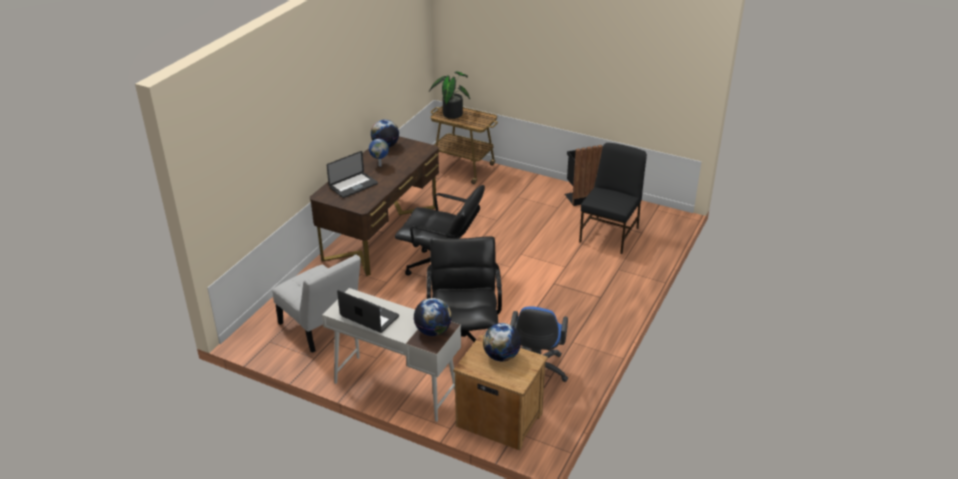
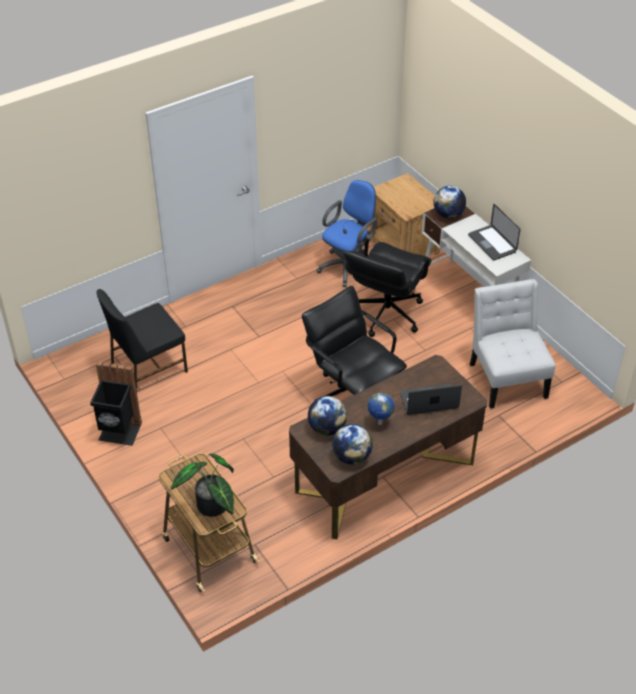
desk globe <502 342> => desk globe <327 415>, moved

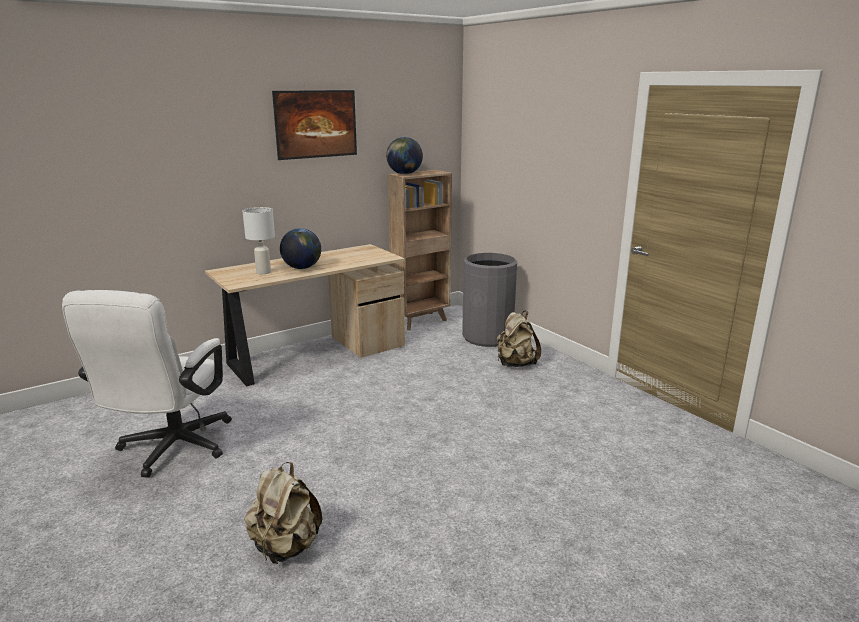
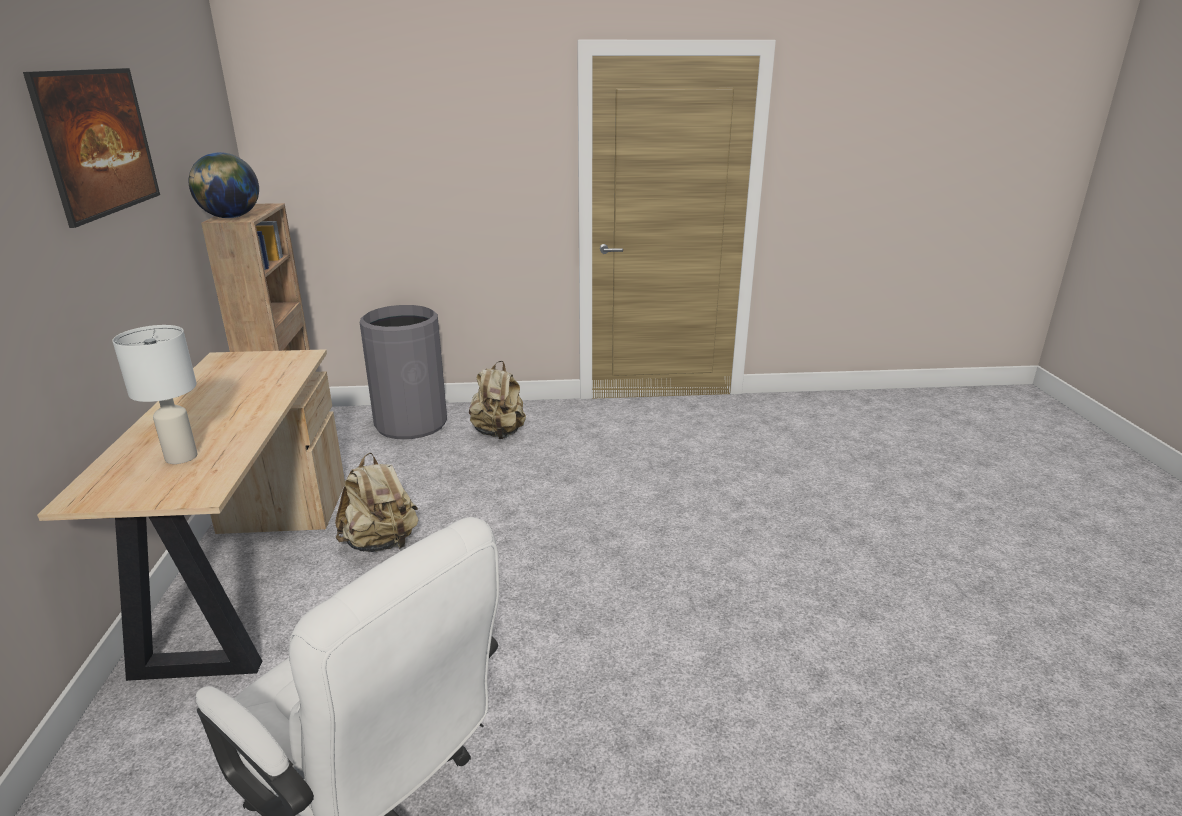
desk globe <300 248> => nothing
beige rucksack <283 513> => beige rucksack <376 502>, moved

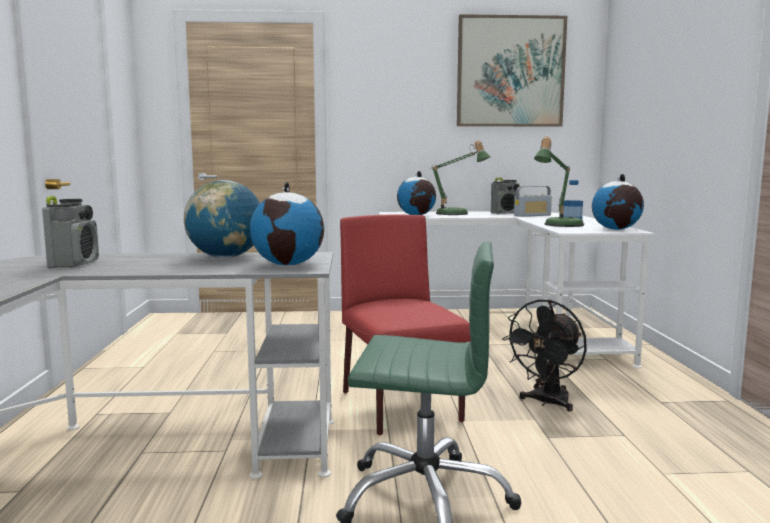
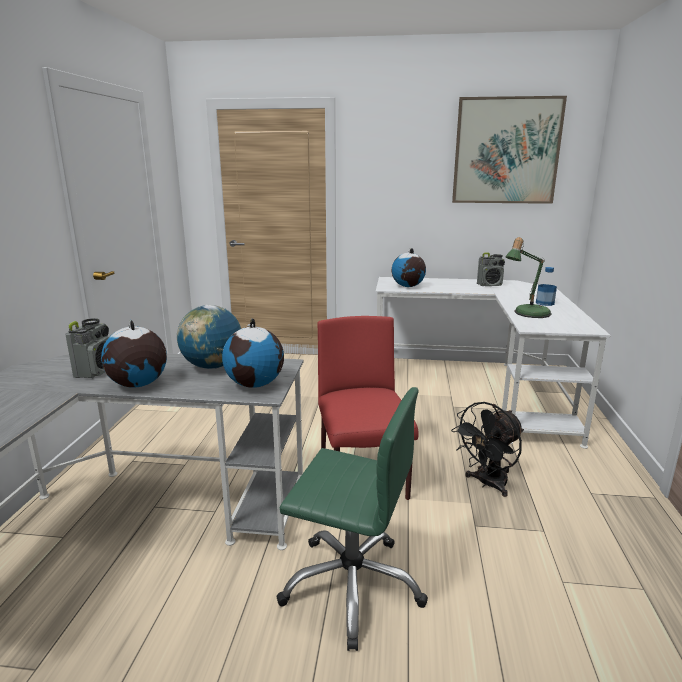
tabletop lamp <460 178> => nothing
desk globe <618 202> => desk globe <134 354>, moved
radio set <533 201> => nothing

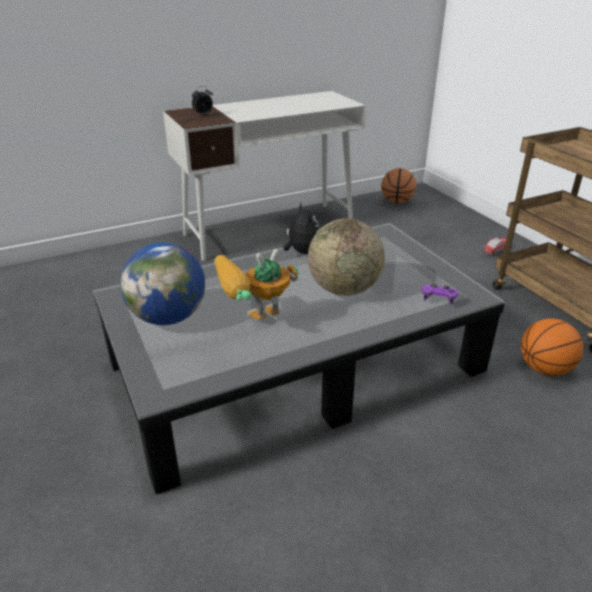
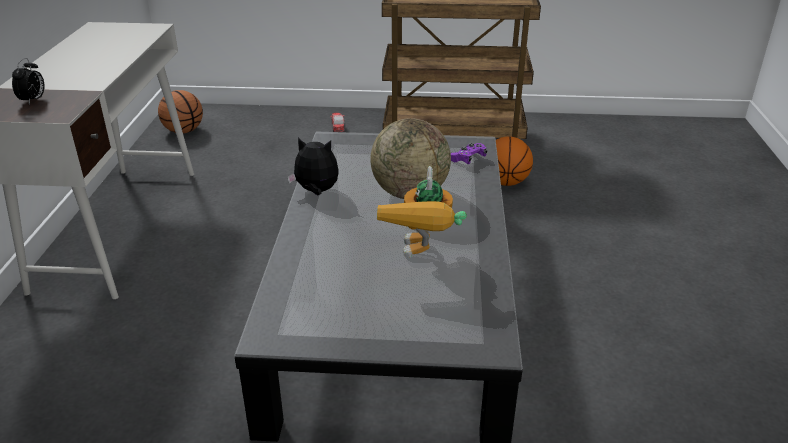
desk globe <162 284> => nothing

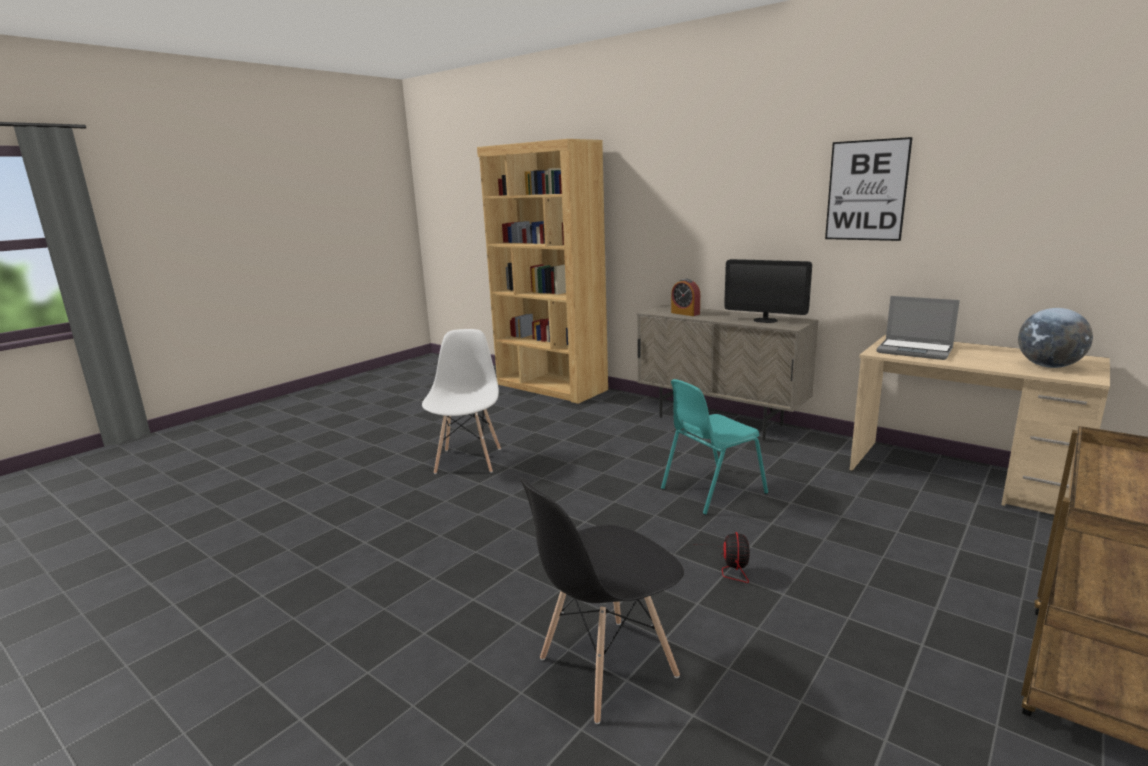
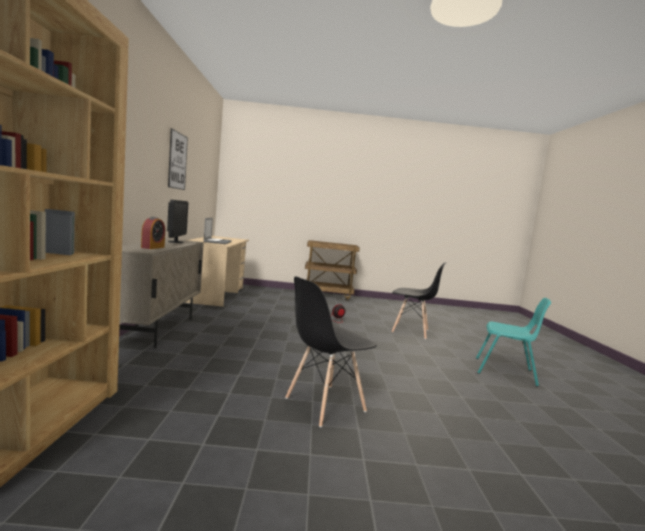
desk globe <1055 338> => nothing
white-coloured plain chair <461 401> => black-coloured plain chair <331 352>
turquoise plain chair <714 447> => turquoise plain chair <513 342>, moved

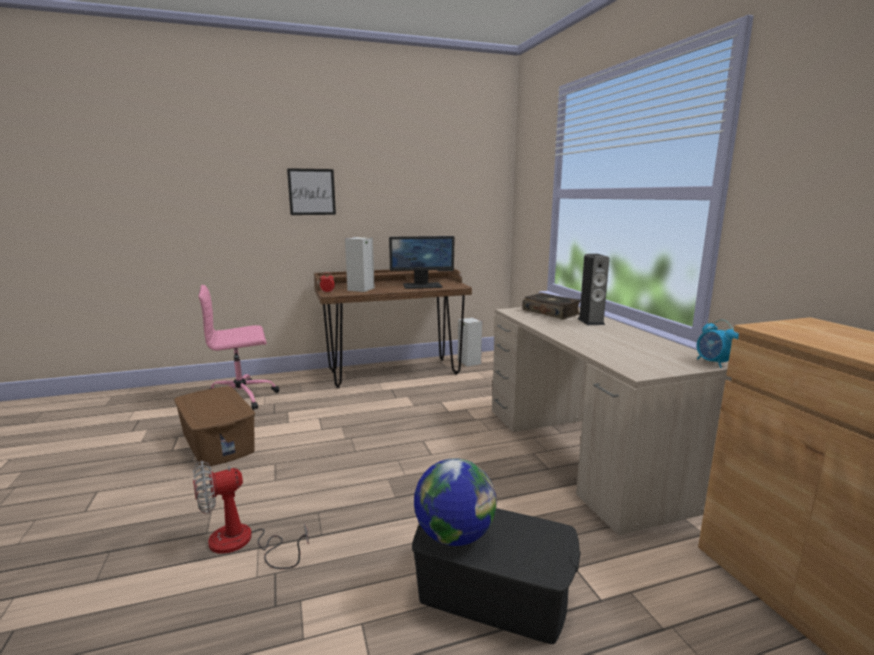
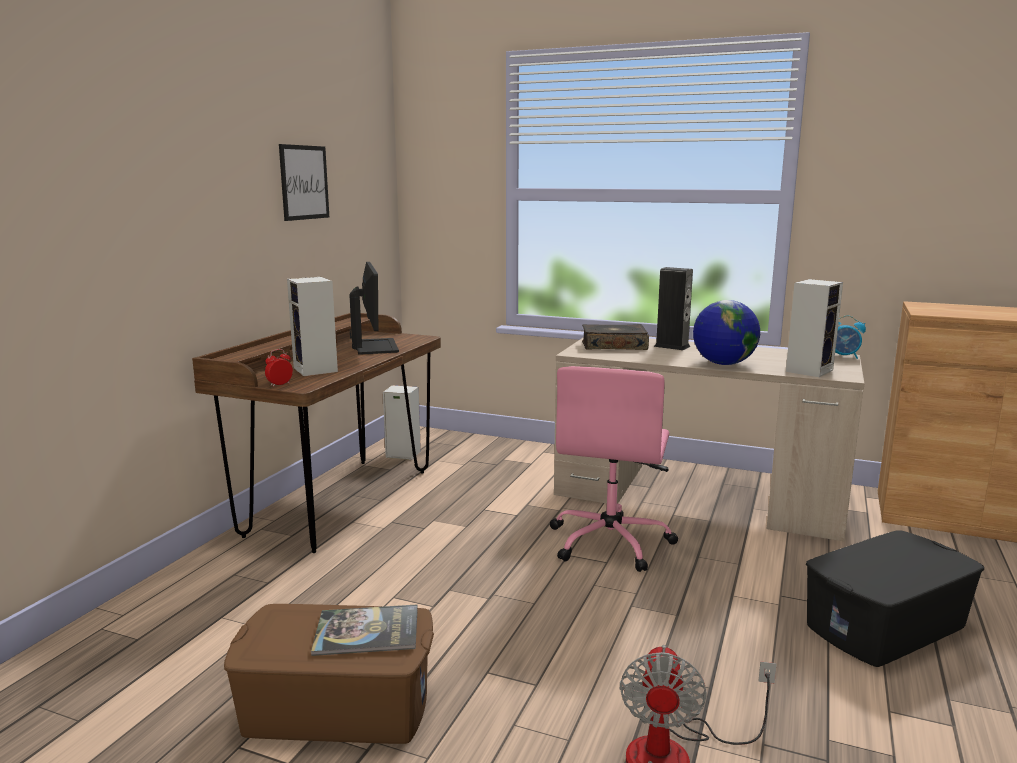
picture <311 191> => picture <304 182>, moved
monitor <422 262> => monitor <374 308>, 45 degrees counterclockwise
pinkish computer chair <238 347> => pinkish computer chair <614 469>, moved
desk globe <455 502> => desk globe <726 332>, moved
nothing => loudspeaker <814 328>
nothing => bound book <364 630>

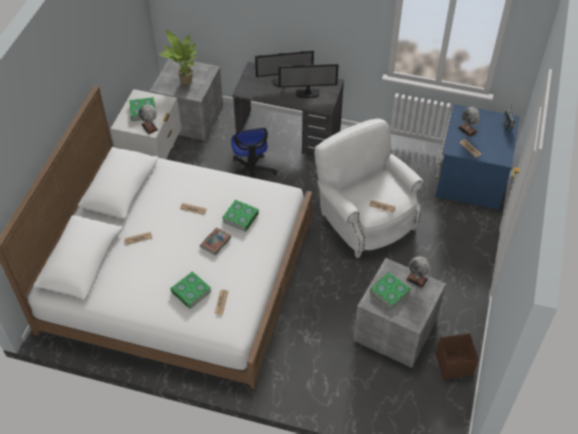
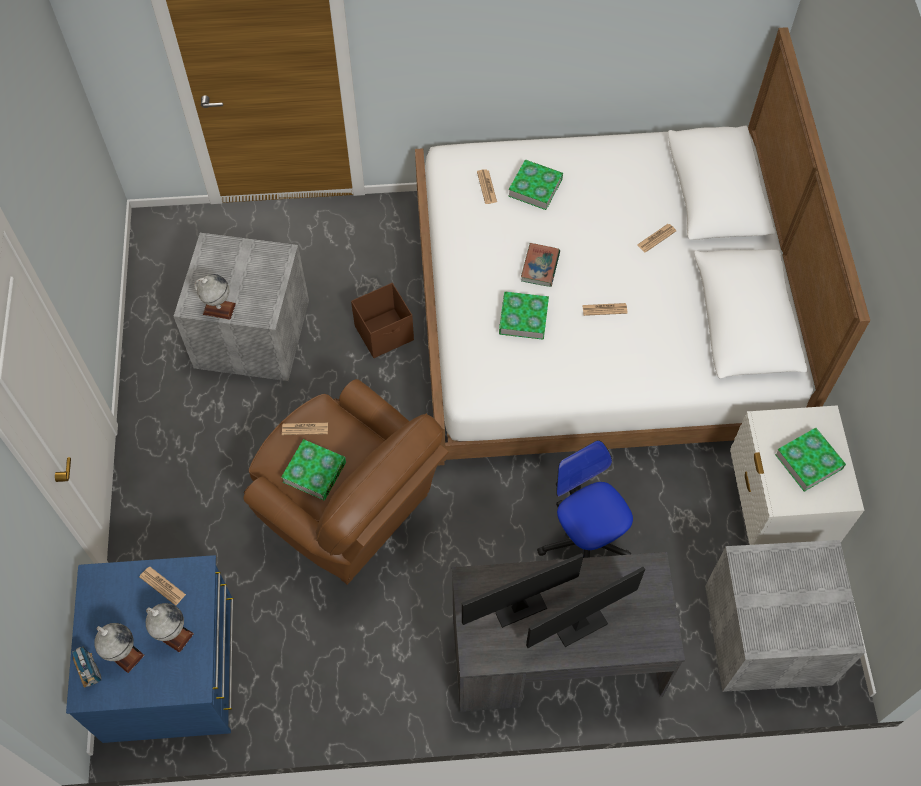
potted plant <178 57> => nothing
desk globe <148 119> => desk globe <119 648>, moved
white-coloured lounge chair <369 188> => brownish lounge chair <346 482>
bound book <390 290> => bound book <313 469>, moved
brownish storage container <457 356> => brownish storage container <382 320>, moved

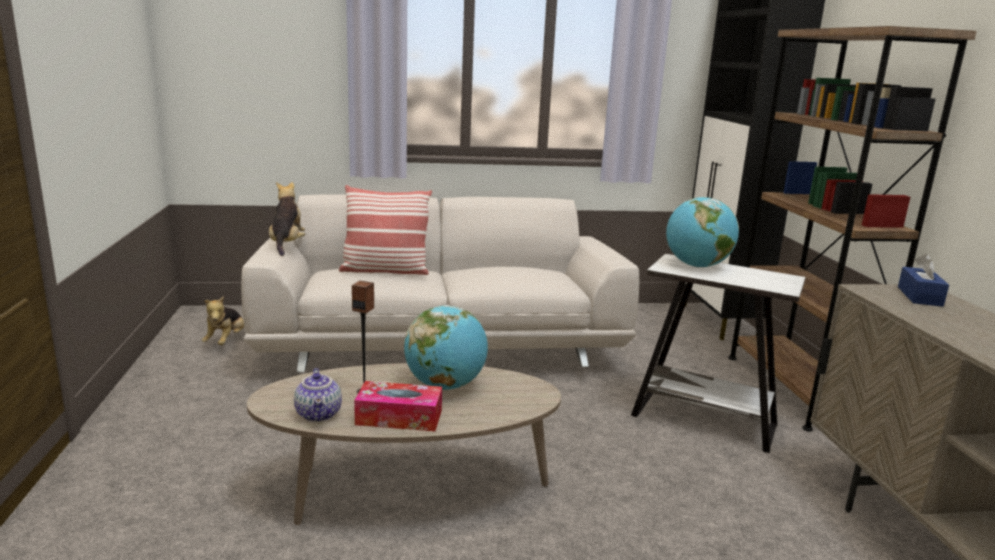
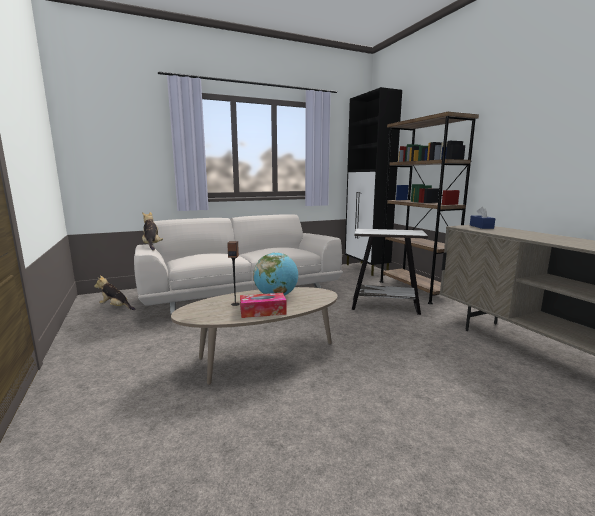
cushion <385 230> => nothing
desk globe <702 232> => nothing
soft toy <223 320> => soft toy <114 292>, 120 degrees clockwise
tea pot <318 395> => nothing

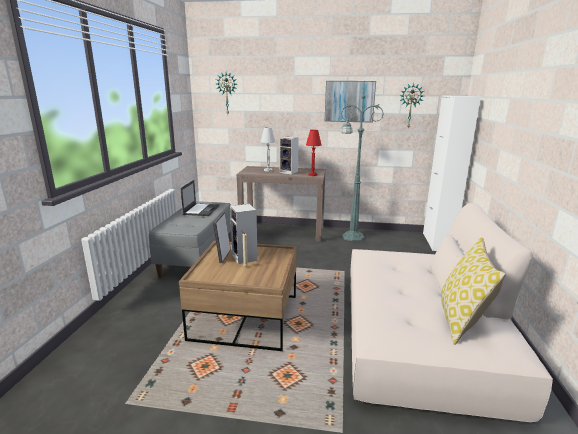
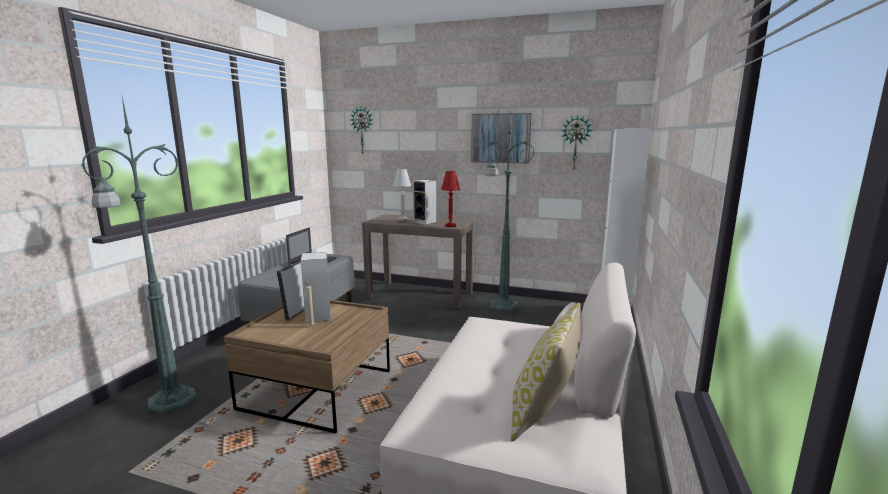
nothing => greenish floor lamp <139 255>

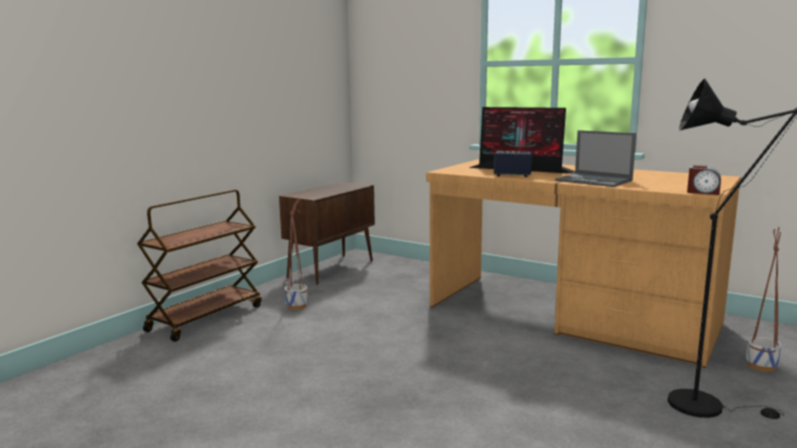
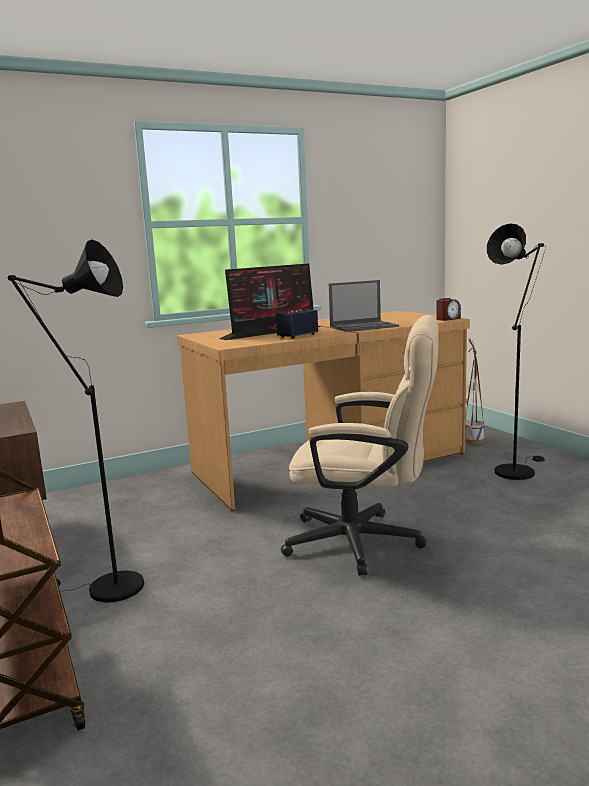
planter <296 254> => black-coloured floor lamp <75 421>
nothing => beige computer chair <360 445>

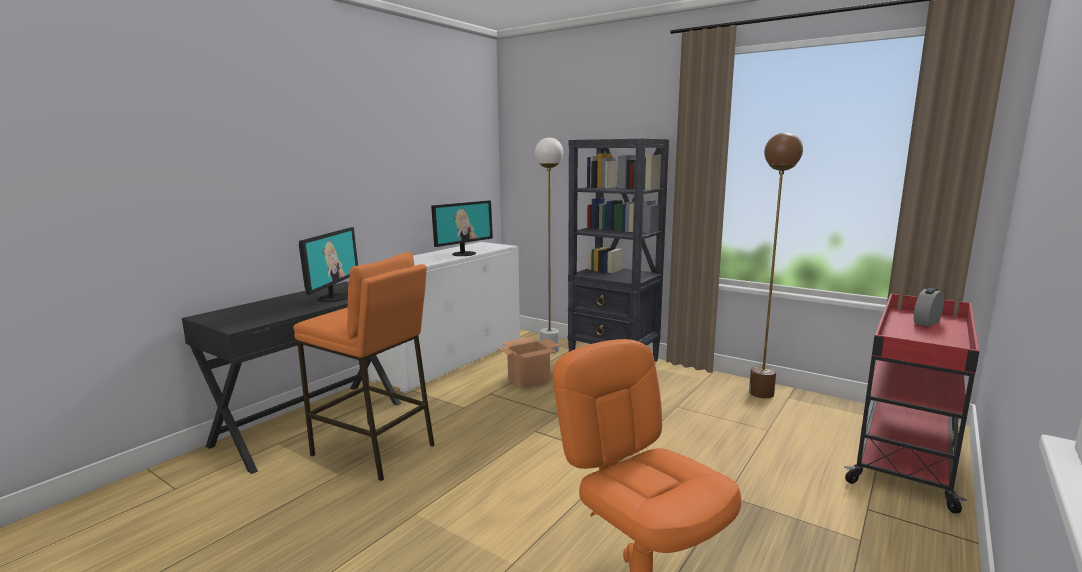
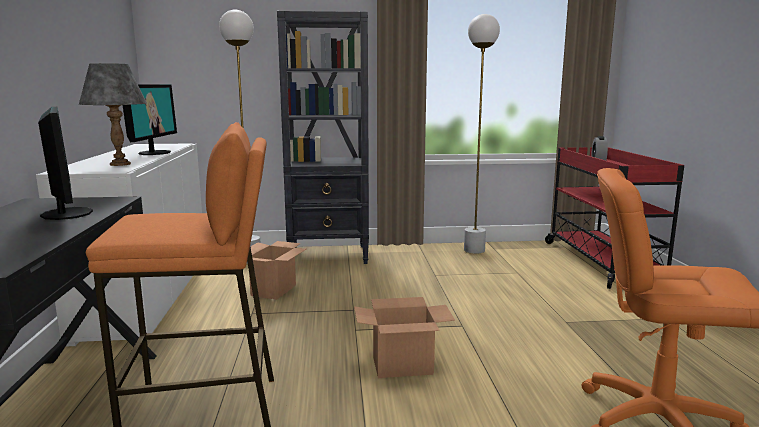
brownish floor lamp <776 265> => white-coloured floor lamp <482 134>
nothing => gray tabletop lamp <113 114>
nothing => packing box <404 337>

